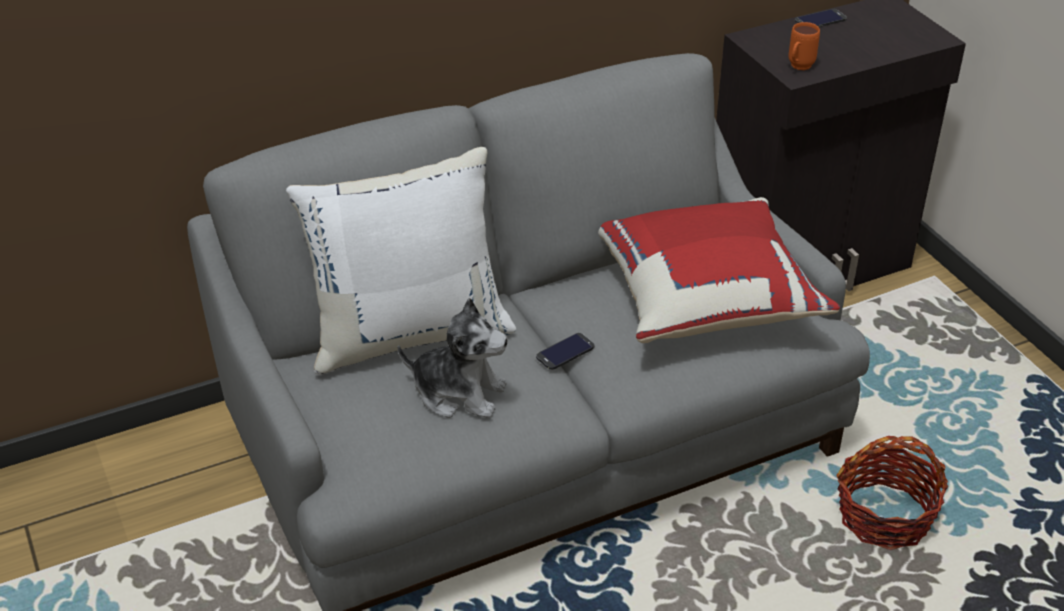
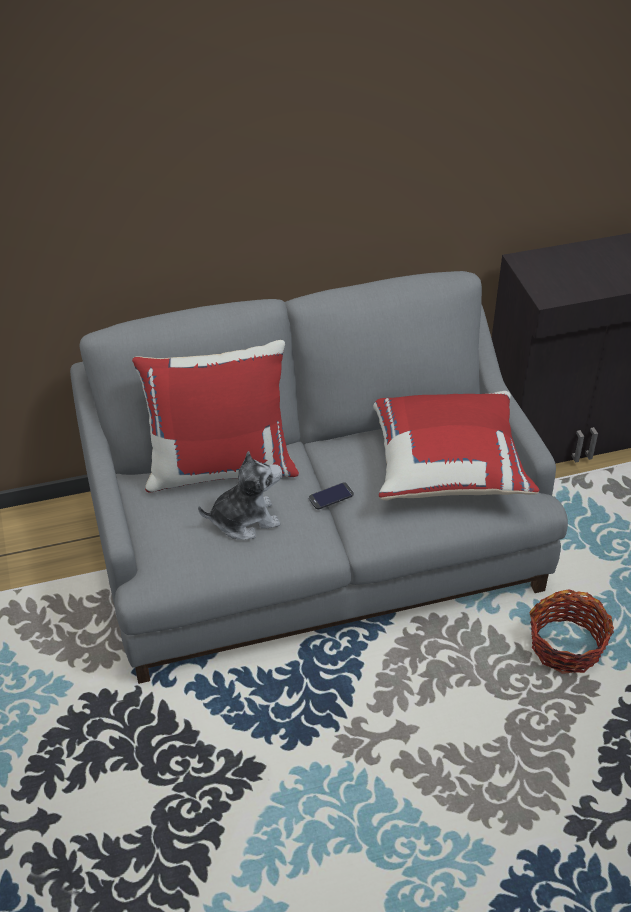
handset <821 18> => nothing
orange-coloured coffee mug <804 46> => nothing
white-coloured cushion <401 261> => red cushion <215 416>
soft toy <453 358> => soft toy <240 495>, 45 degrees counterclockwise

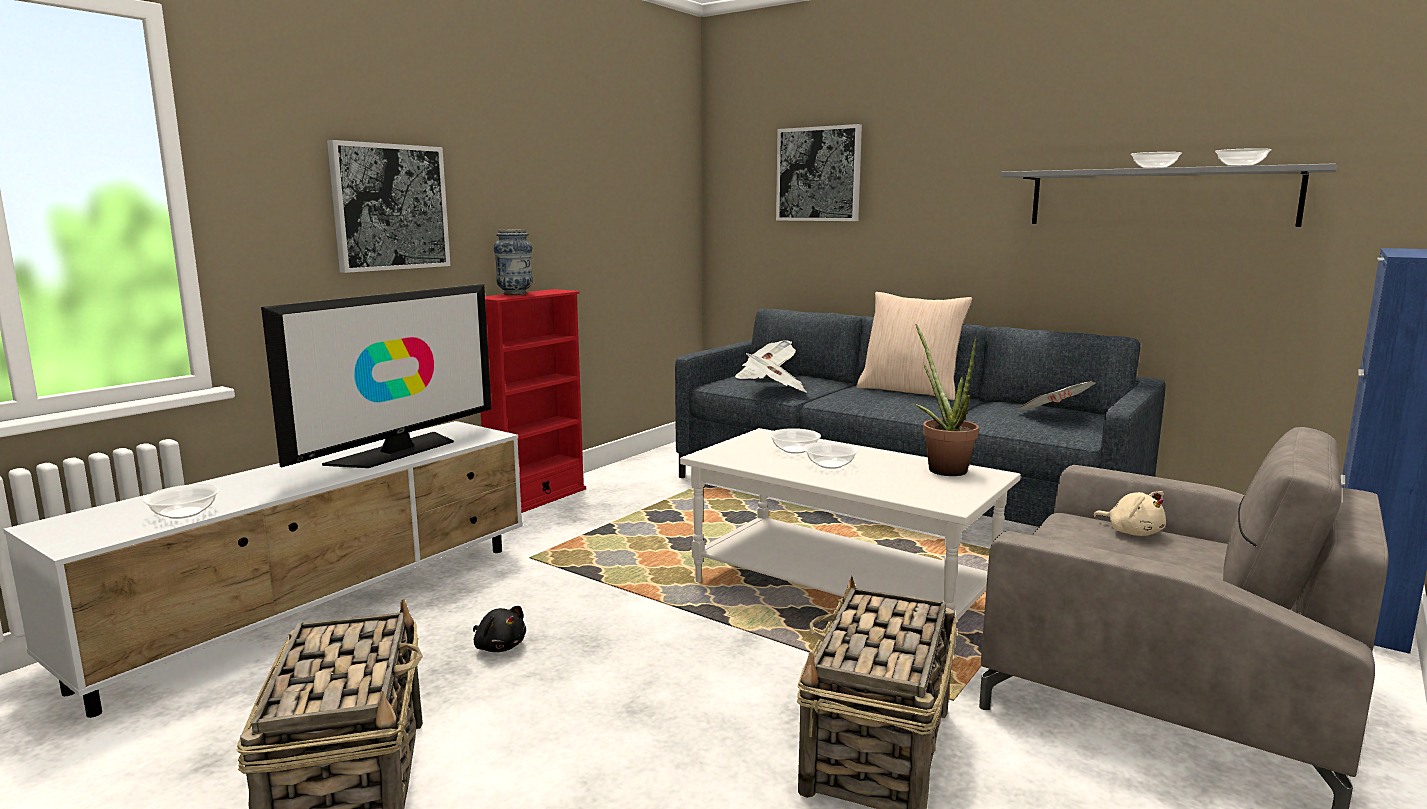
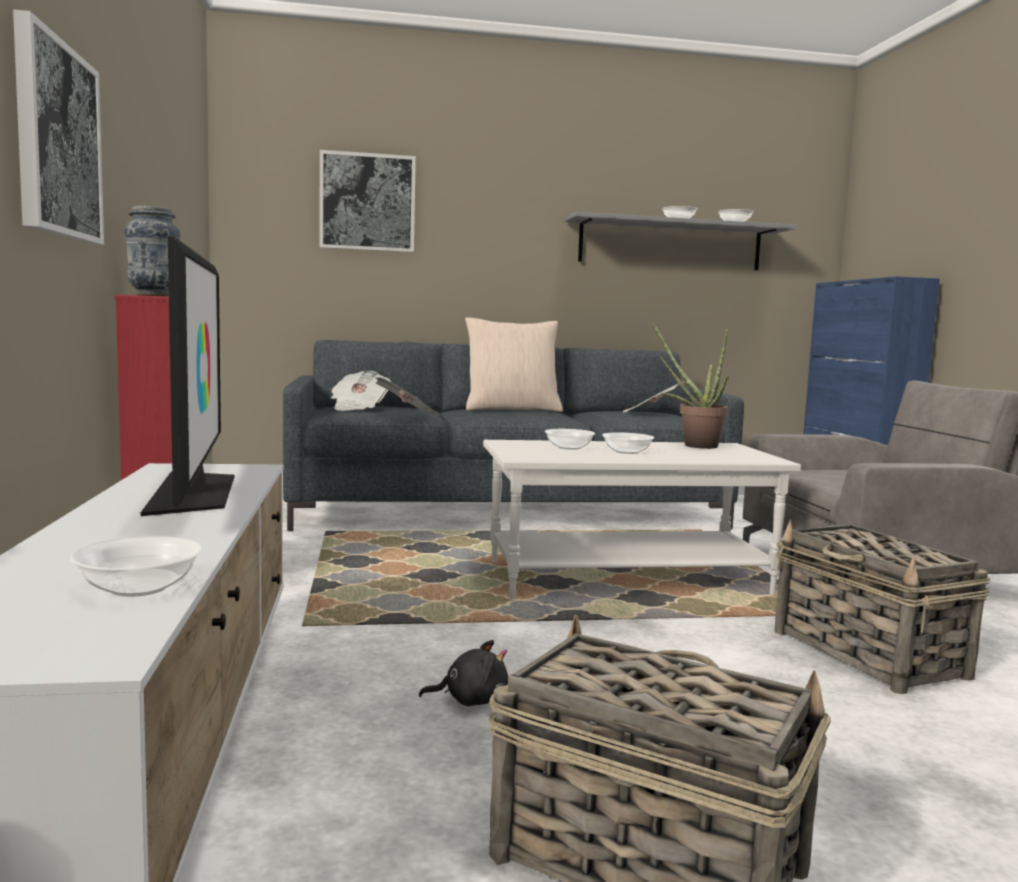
beige soft toy <1129 513> => nothing

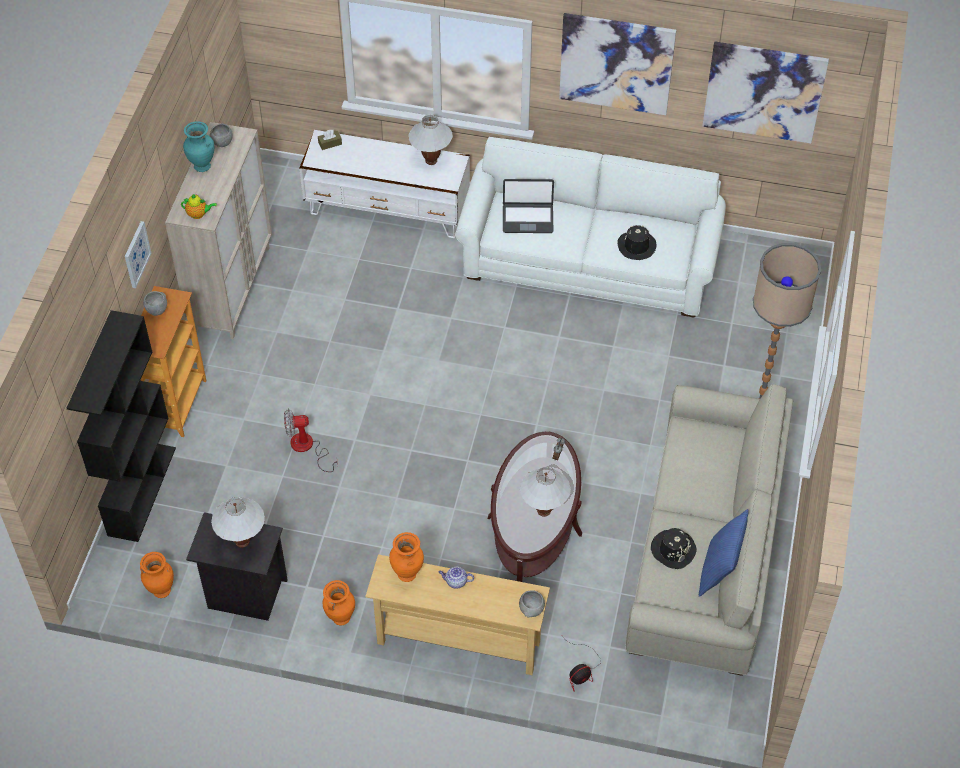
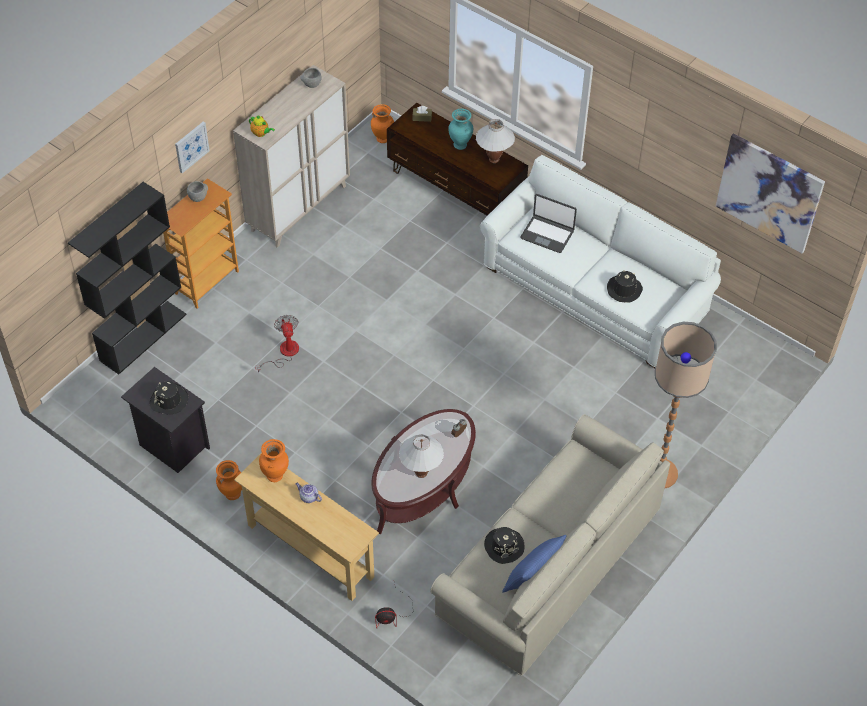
picture <617 64> => nothing
turquoise vase <198 146> => turquoise vase <460 129>, moved
white-coloured tv stand <384 184> => brownish tv stand <457 159>
electric fan <311 440> => electric fan <277 343>, 60 degrees clockwise
white-coloured tabletop lamp <238 522> => black-coloured clothing hat <169 398>
orange-coloured vase <157 575> => orange-coloured vase <382 123>, moved
gray deep dish <532 603> => nothing

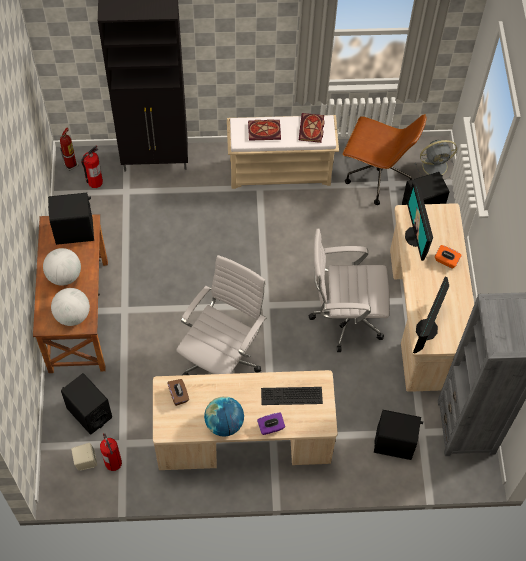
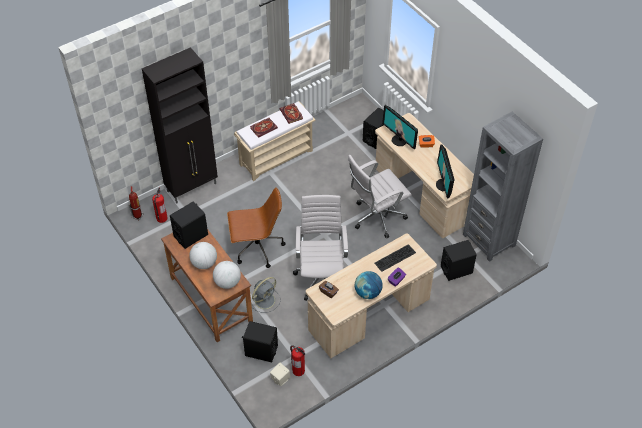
brownish computer chair <384 159> => brownish computer chair <256 228>, moved
gray electric fan <436 160> => gray electric fan <266 295>, moved

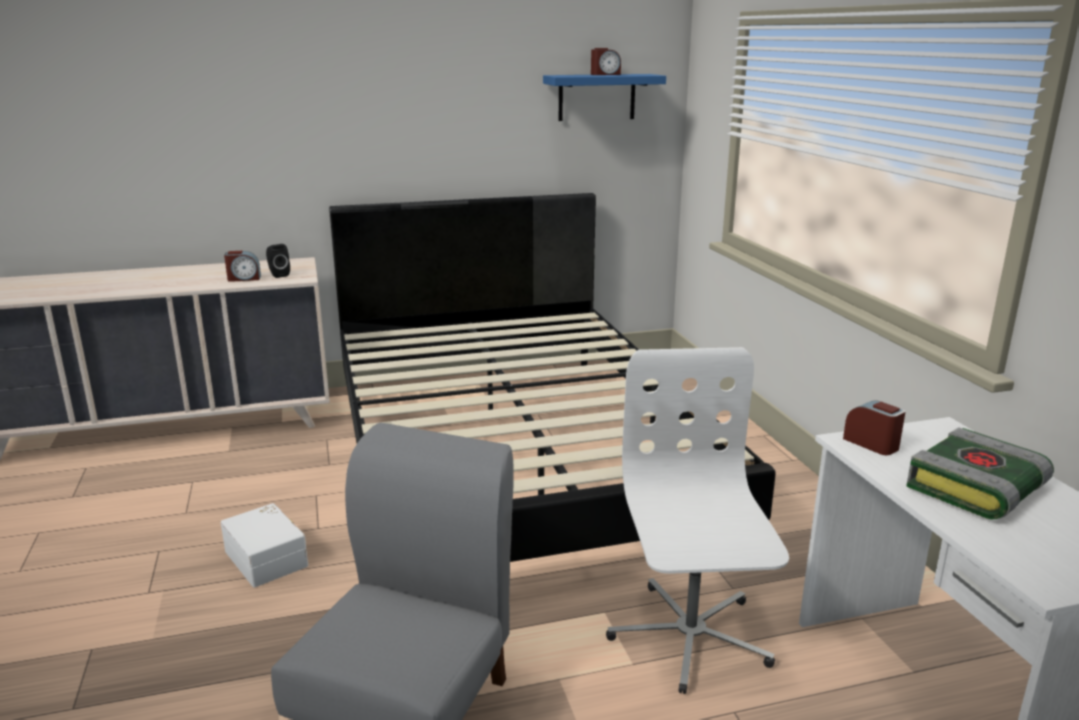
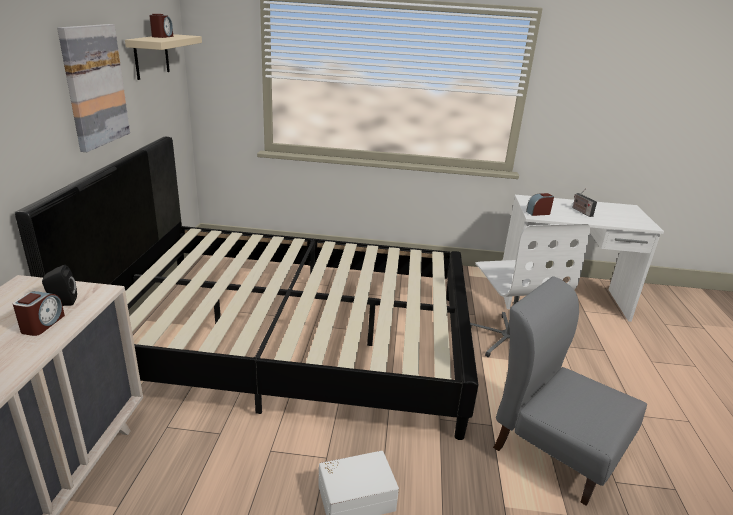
blue bracket shelf <604 97> => beige bracket shelf <163 57>
white-coloured computer chair <697 520> => white-coloured computer chair <530 290>, 120 degrees counterclockwise
bound book <980 473> => radio set <584 202>
nothing => picture <93 88>

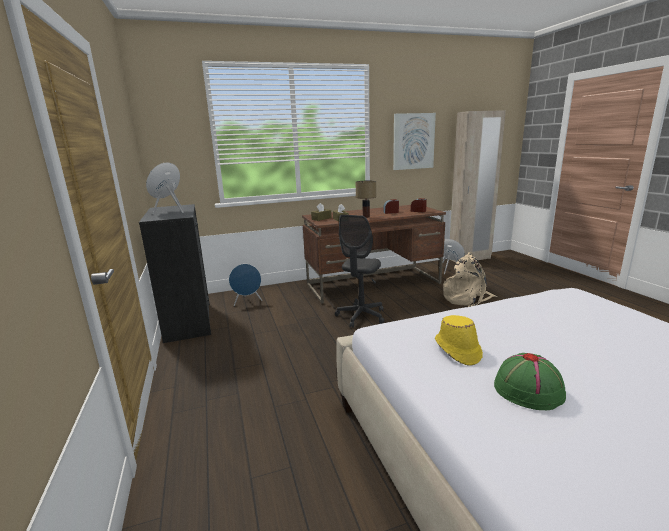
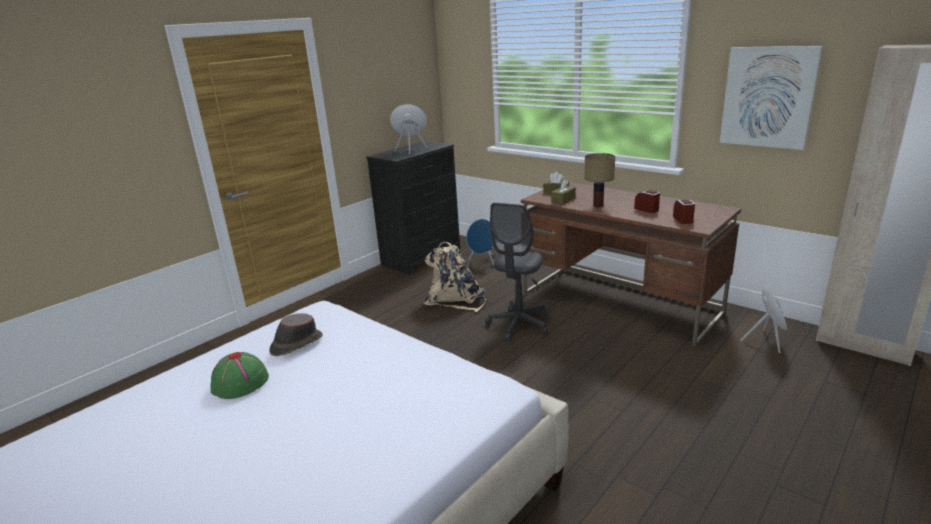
gray computer chair <359 271> => gray computer chair <517 272>, 60 degrees counterclockwise
beige rucksack <470 279> => beige rucksack <455 277>, moved
yellowish clothing hat <459 340> => brownish clothing hat <296 334>

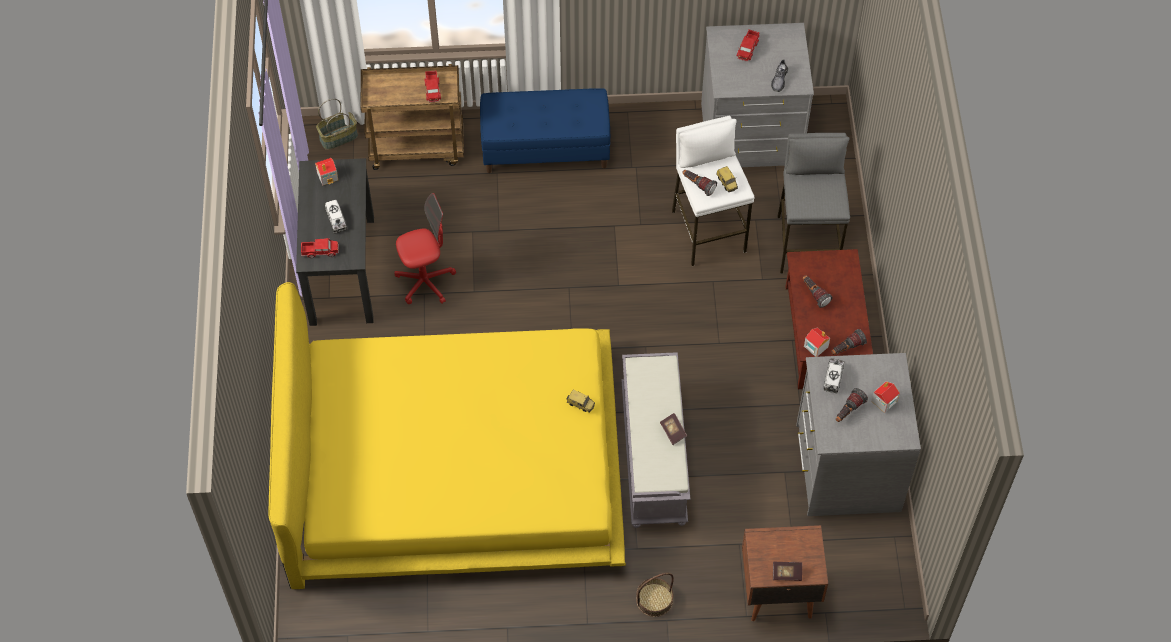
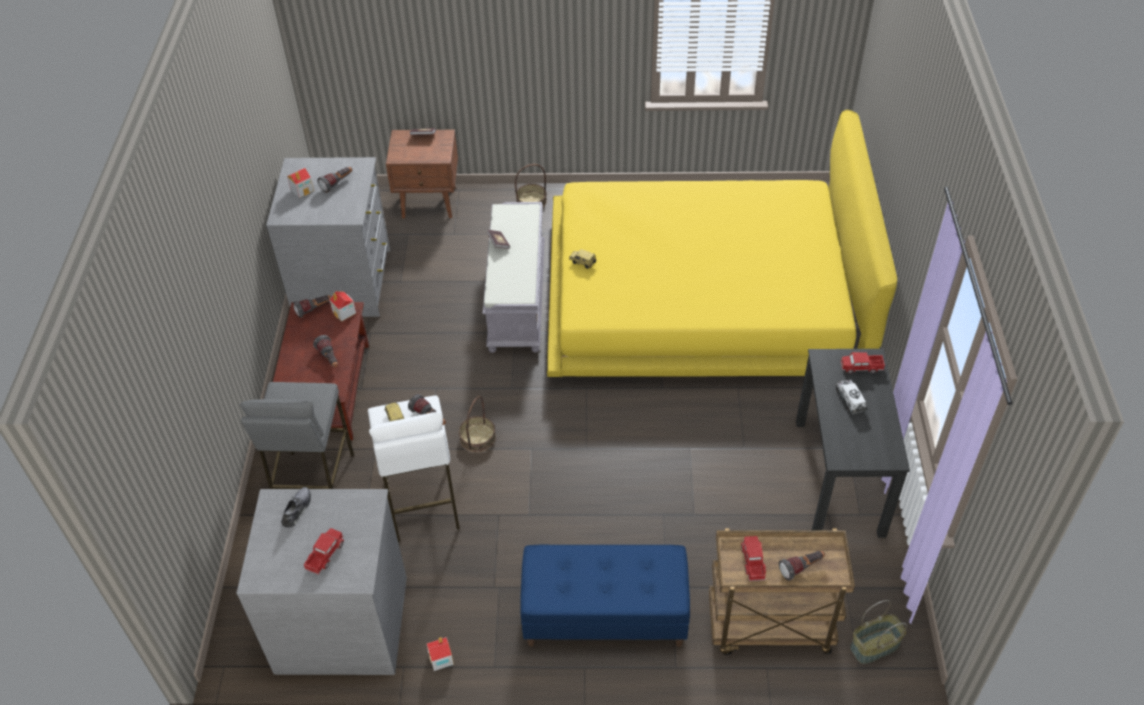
miniature house <326 172> => miniature house <440 654>, moved
red computer chair <425 248> => nothing
toy lorry <833 375> => nothing
nothing => storage basket <477 424>
nothing => hand torch <802 566>

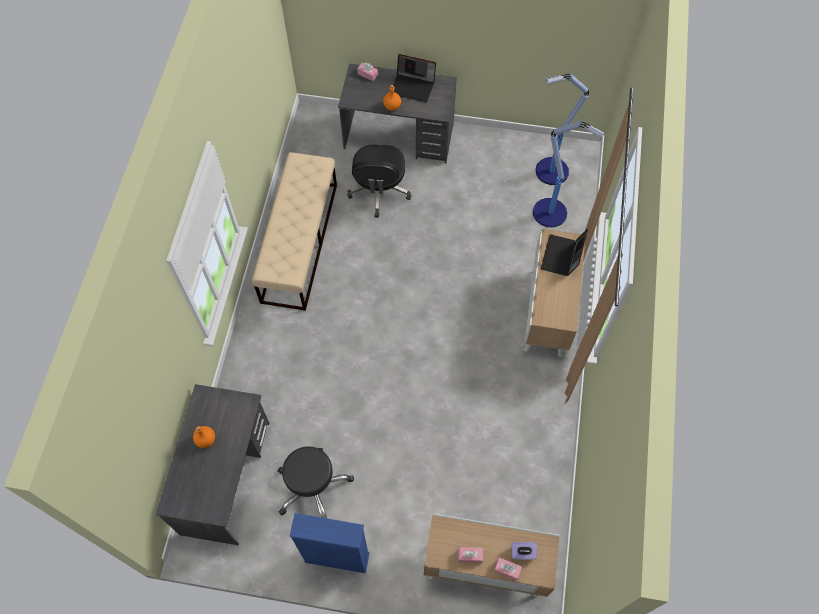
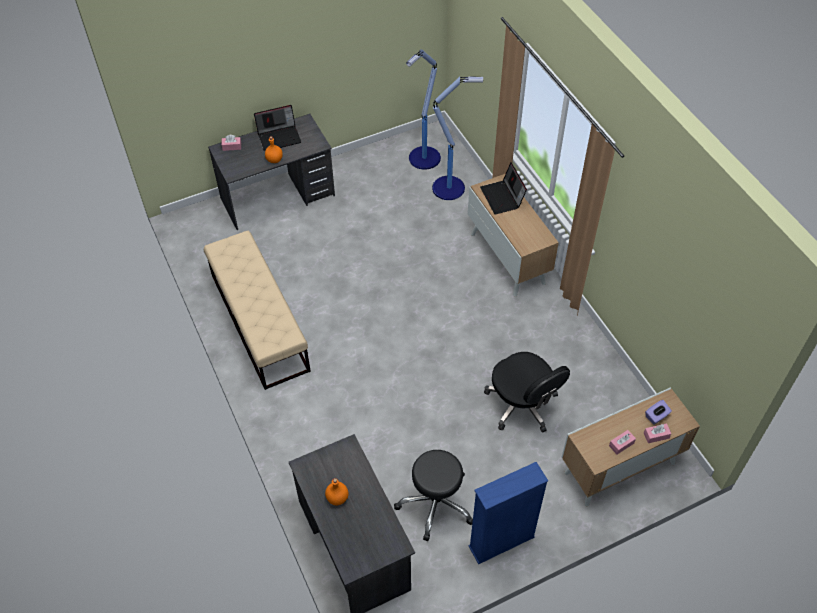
black-coloured computer chair <379 181> => black-coloured computer chair <527 392>, moved

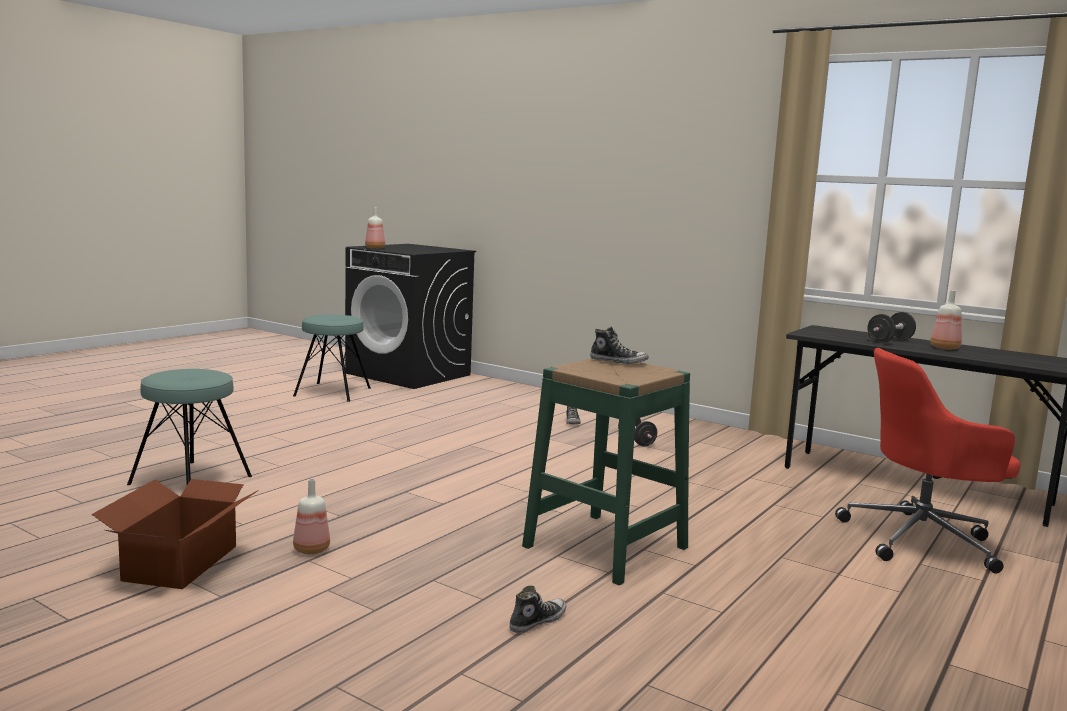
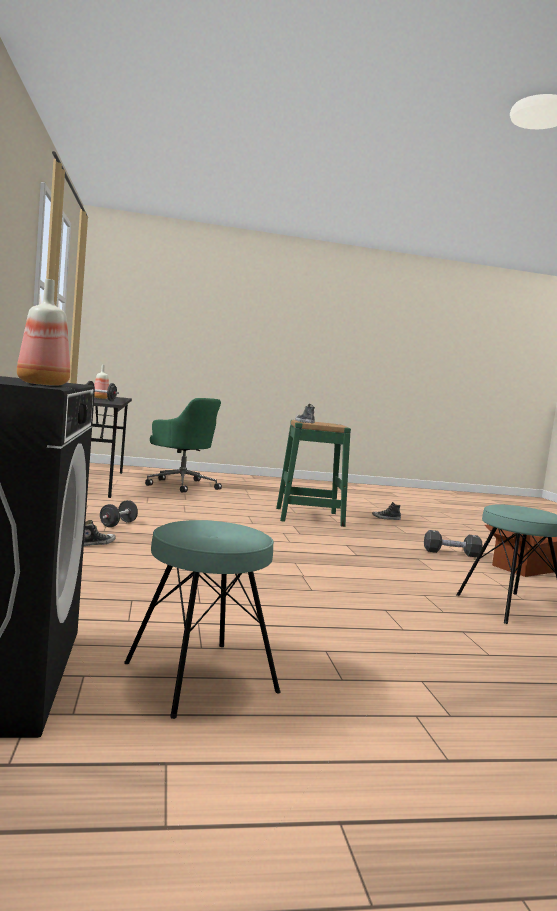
red computer chair <927 461> => greenish computer chair <183 445>
drink bottle <311 516> => black-coloured hand weight <453 543>

